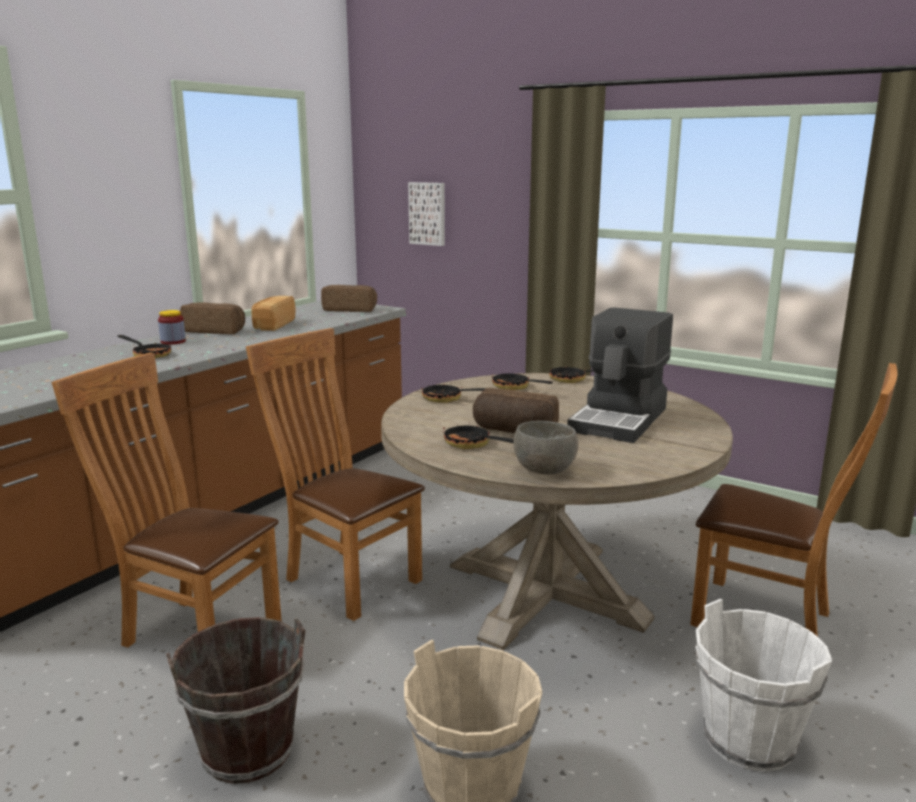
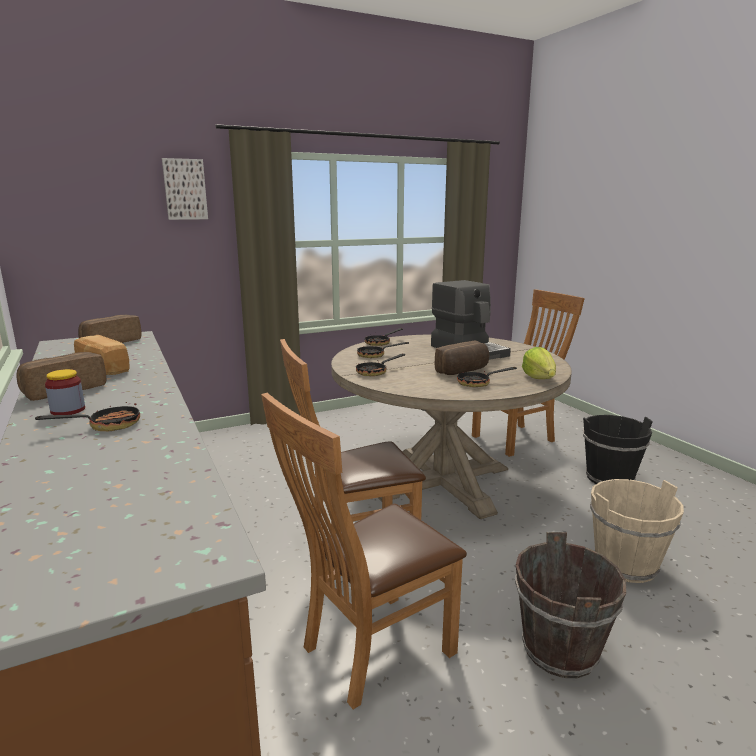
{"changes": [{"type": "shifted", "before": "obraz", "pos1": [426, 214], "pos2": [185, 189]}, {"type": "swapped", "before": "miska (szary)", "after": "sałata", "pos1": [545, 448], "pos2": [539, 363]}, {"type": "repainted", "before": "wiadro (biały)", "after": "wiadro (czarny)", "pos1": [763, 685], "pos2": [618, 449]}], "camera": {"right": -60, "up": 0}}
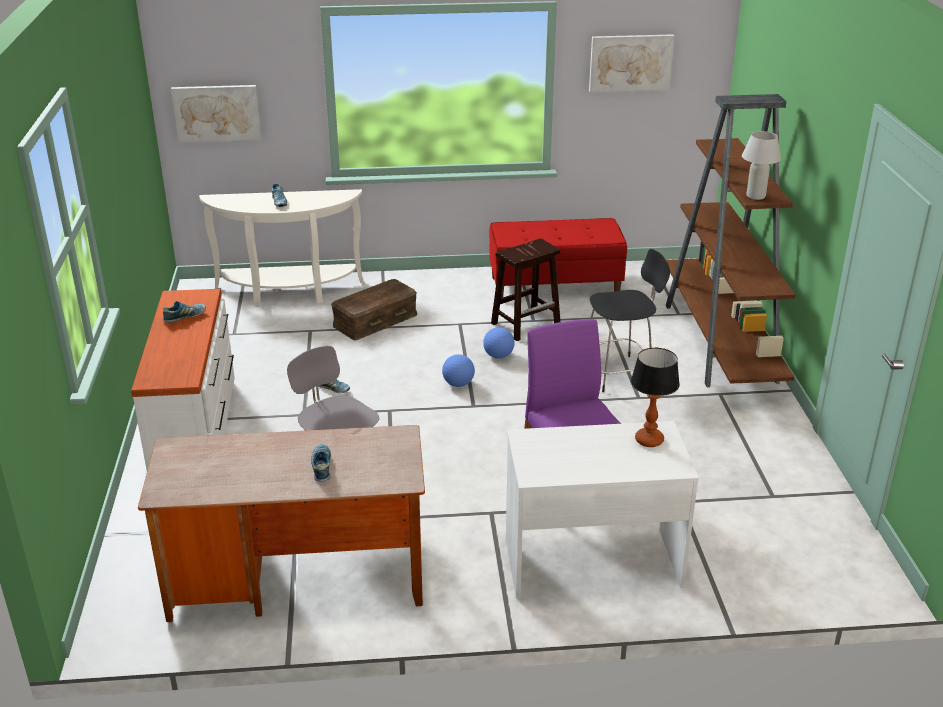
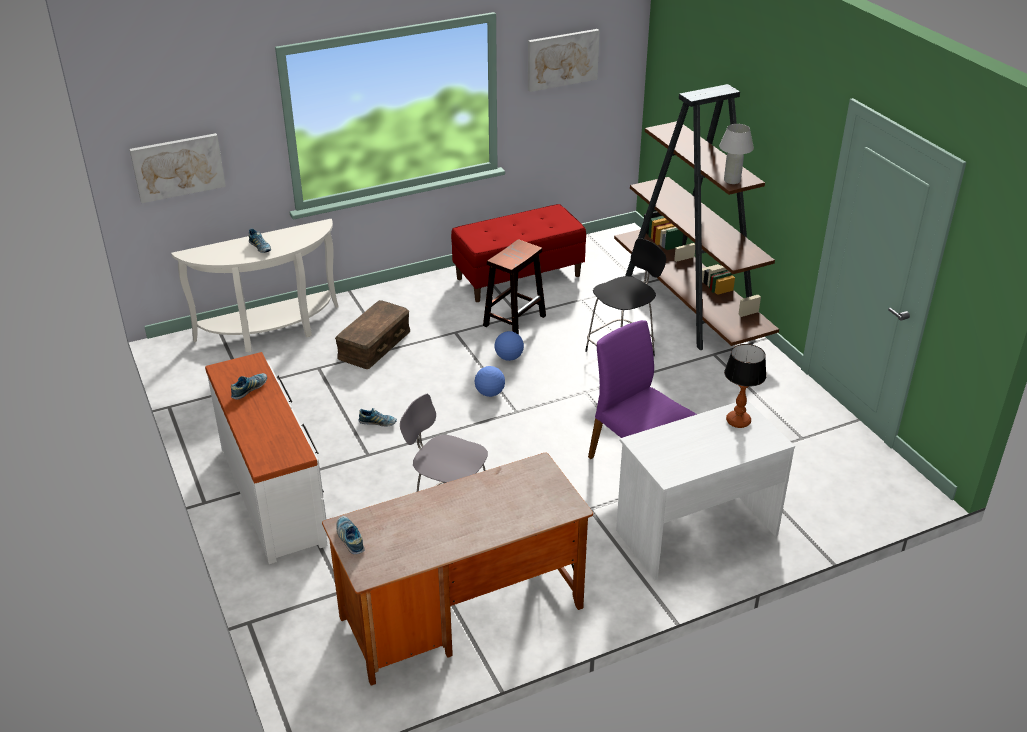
{"changes": [{"type": "shifted", "before": "but", "pos1": [321, 462], "pos2": [350, 535]}], "camera": {"right": -20, "up": 5}}
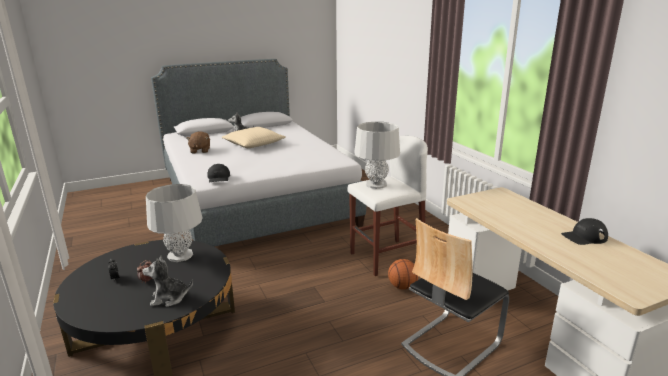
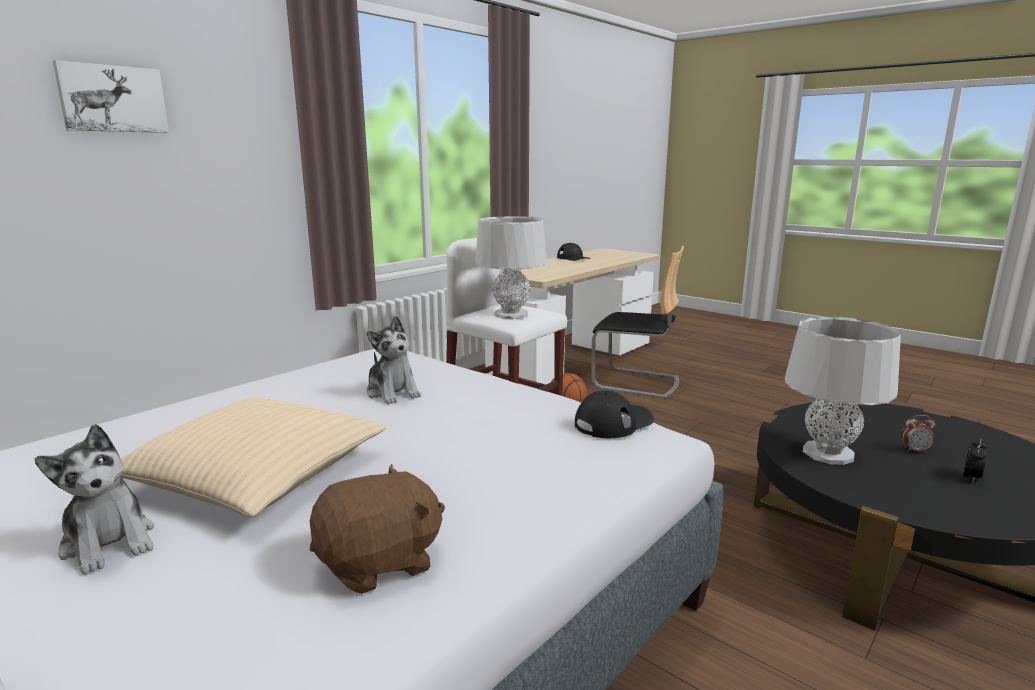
{"changes": [{"type": "new", "after": "obraz", "pos2": [111, 96]}, {"type": "shifted", "before": "pluszak", "pos1": [167, 281], "pos2": [393, 360]}], "camera": {"right": -115, "up": -5}}
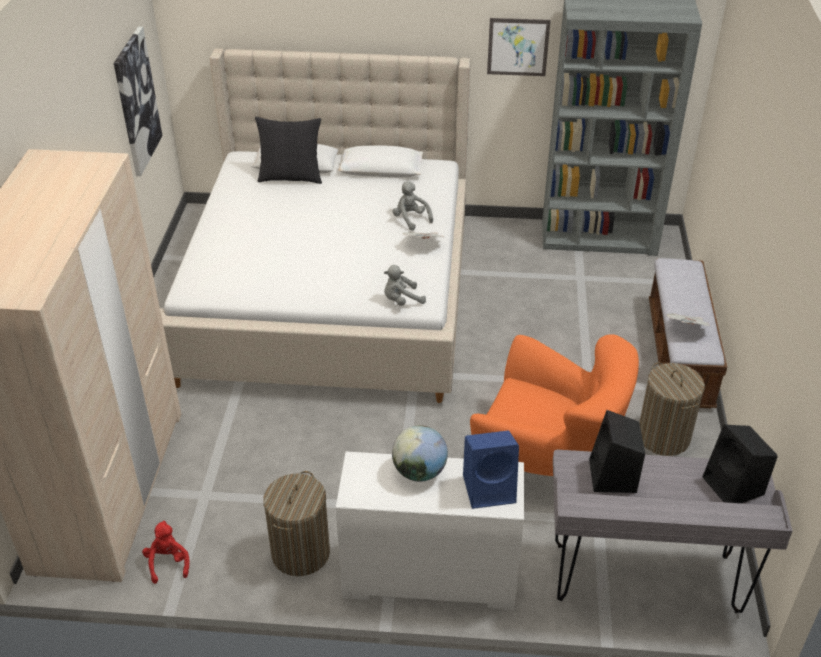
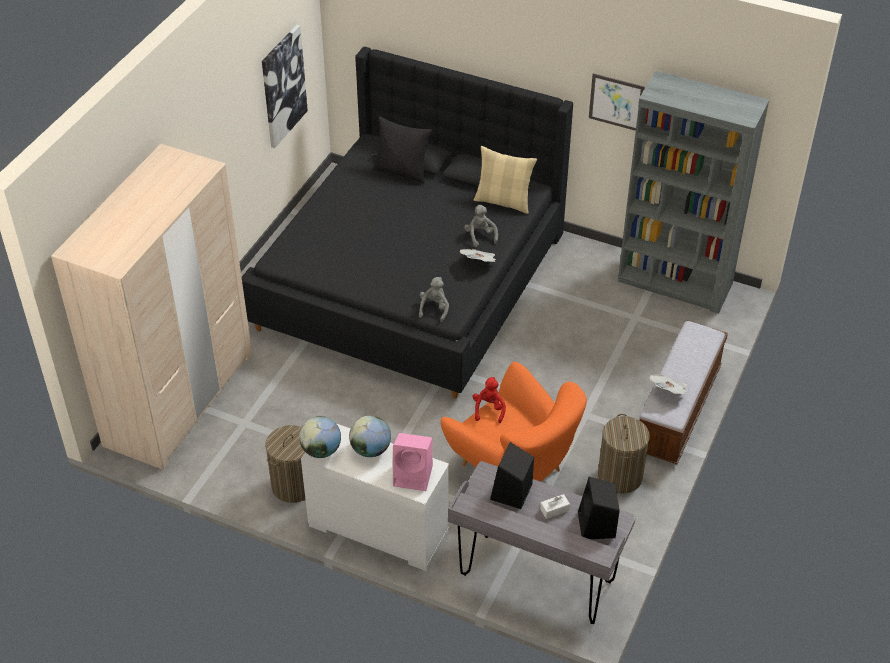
{"changes": [{"type": "repainted", "before": "łóżko (beżowy)", "after": "łóżko (czarny)", "pos1": [315, 225], "pos2": [407, 223]}, {"type": "new", "after": "globus", "pos2": [320, 437]}, {"type": "repainted", "before": "głośnik (niebieski)", "after": "głośnik (różowy)", "pos1": [491, 470], "pos2": [413, 462]}, {"type": "rotated", "before": "pluszak (szary)", "pos1": [405, 285], "pos2": [434, 299], "turn": 105}, {"type": "new", "after": "poduszka (beżowy)", "pos2": [505, 180]}, {"type": "shifted", "before": "pluszak (czerwony)", "pos1": [165, 552], "pos2": [489, 400]}, {"type": "new", "after": "pudełko chusteczek (biały)", "pos2": [555, 506]}], "camera": {"right": 20, "up": 5}}
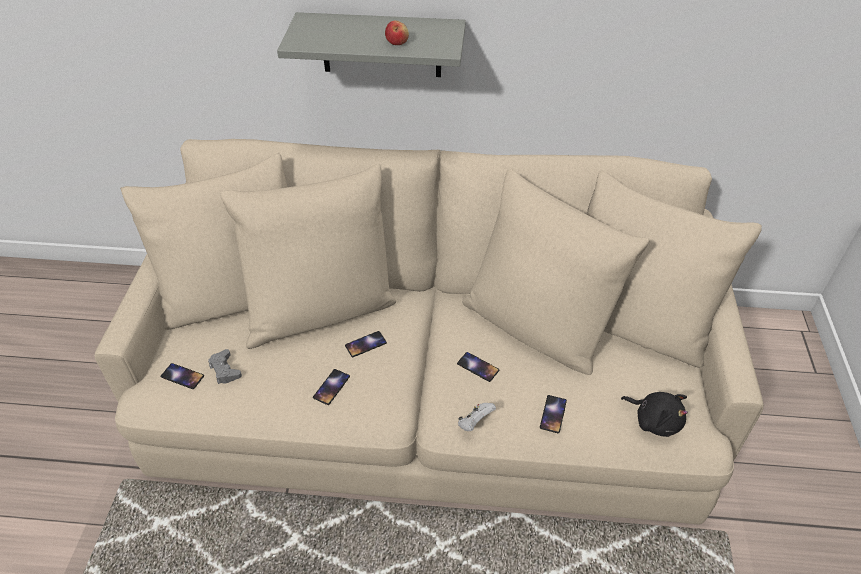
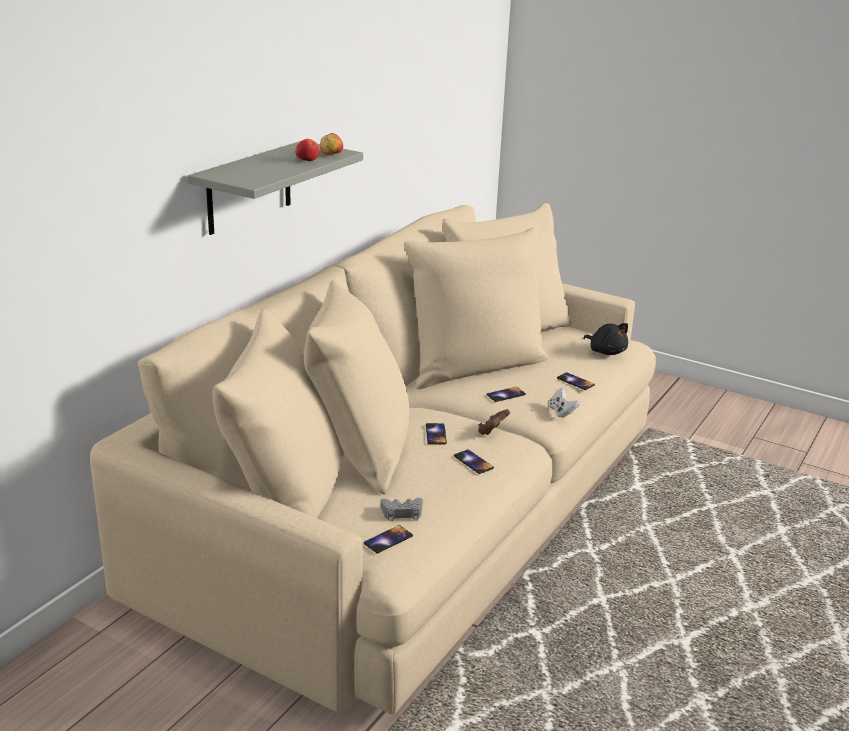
{"changes": [{"type": "new", "after": "jabłko", "pos2": [331, 144]}, {"type": "new", "after": "pad do gier (brązowy)", "pos2": [494, 422]}, {"type": "rotated", "before": "pluszak (czarny)", "pos1": [654, 414], "pos2": [605, 339], "turn": 75}], "camera": {"right": -65, "up": -20}}
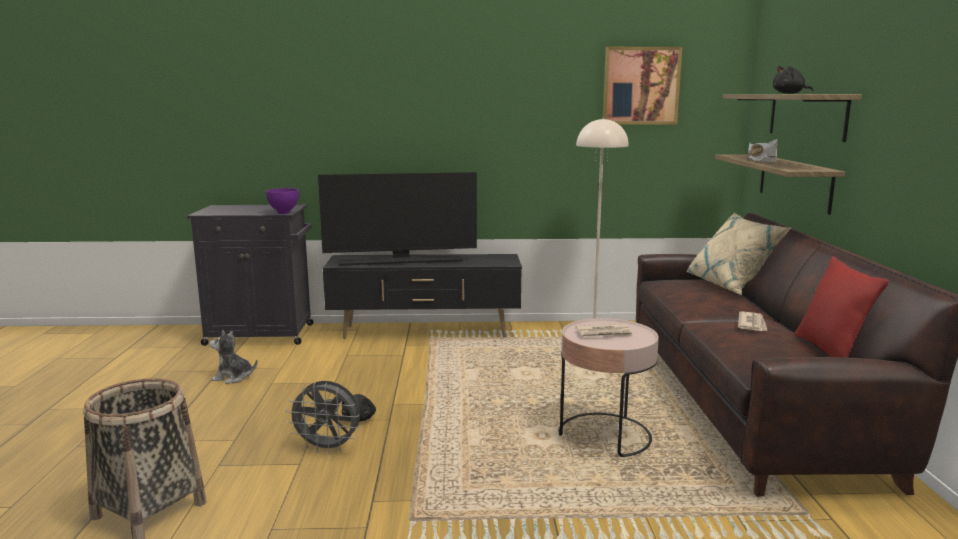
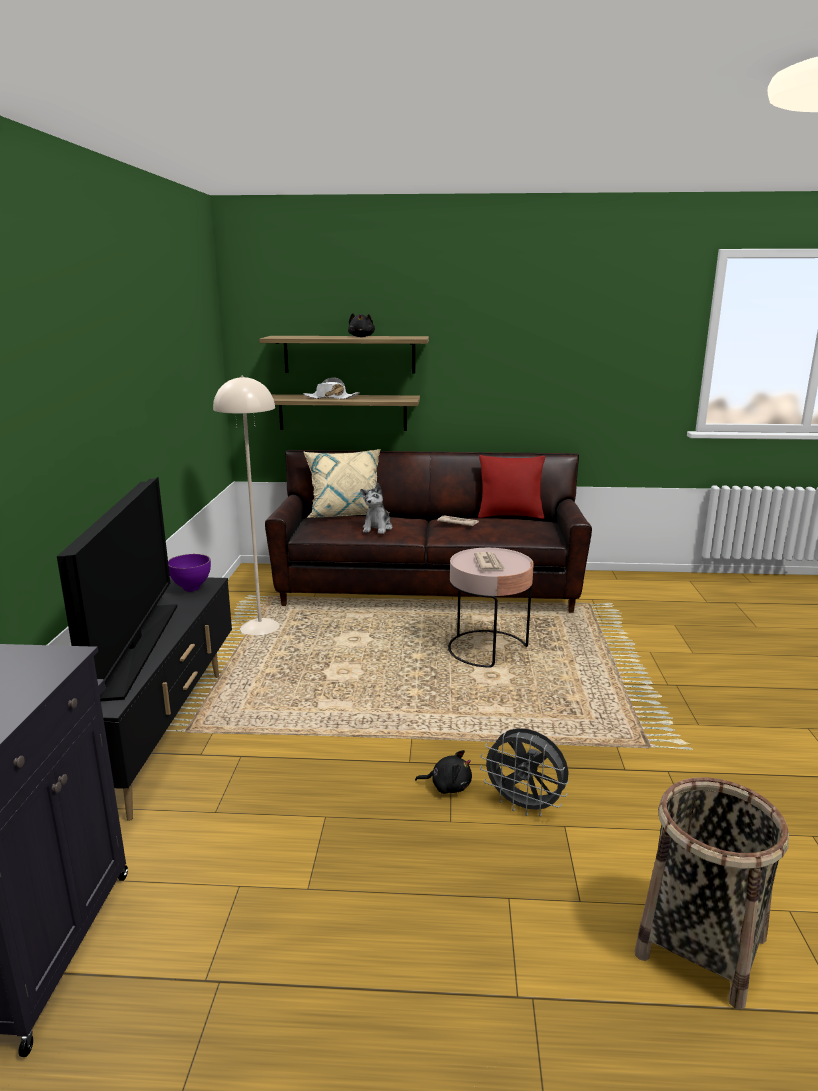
{"changes": [{"type": "shifted", "before": "miska (fioletowy)", "pos1": [282, 201], "pos2": [189, 573]}, {"type": "shifted", "before": "pluszak", "pos1": [233, 357], "pos2": [376, 509]}, {"type": "rotated", "before": "wentylator (szary)", "pos1": [323, 417], "pos2": [524, 772], "turn": 105}, {"type": "gone", "before": "obraz", "pos1": [642, 86]}], "camera": {"right": -85, "up": 5}}
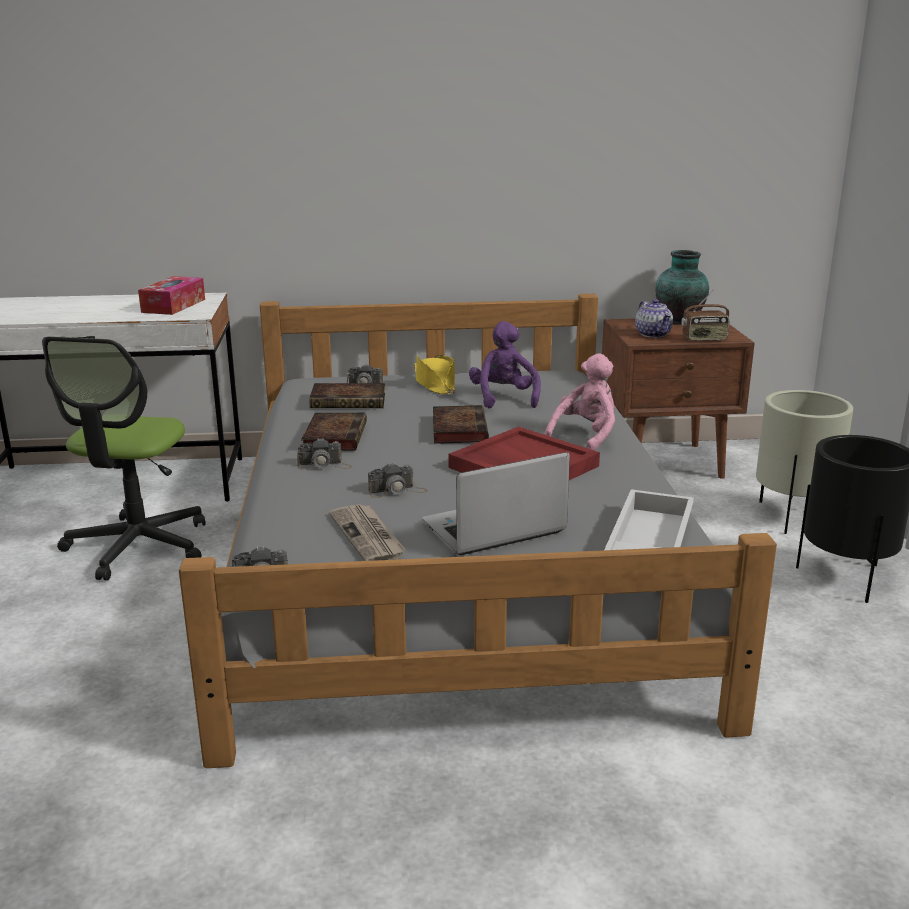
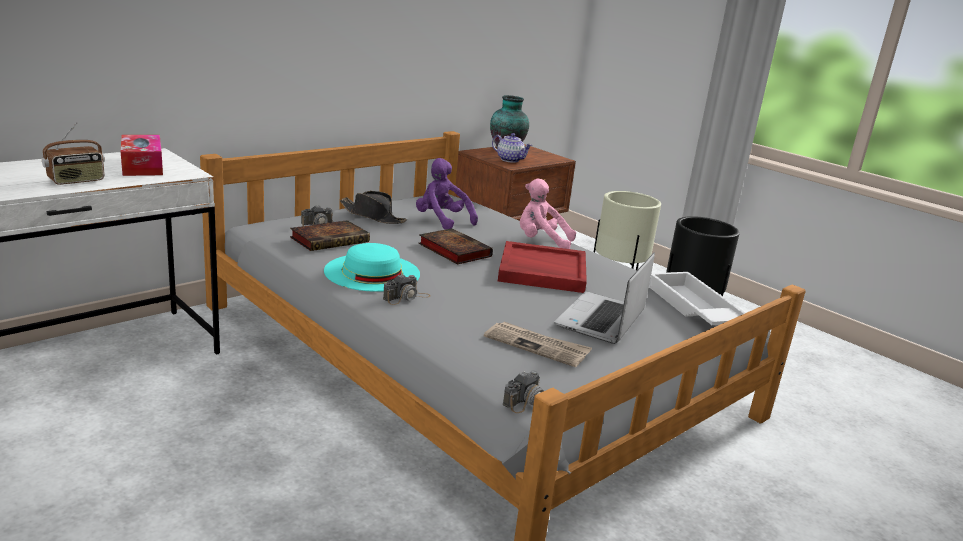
{"changes": [{"type": "shifted", "before": "radio", "pos1": [705, 315], "pos2": [73, 153]}, {"type": "swapped", "before": "książka", "after": "kapelusz (turkusowy)", "pos1": [334, 432], "pos2": [372, 267]}, {"type": "repainted", "before": "kapelusz (żółty)", "after": "kapelusz (czarny)", "pos1": [435, 374], "pos2": [373, 207]}, {"type": "rotated", "before": "pluszak (różowy)", "pos1": [579, 402], "pos2": [548, 213], "turn": -75}, {"type": "gone", "before": "krzesło biurowe", "pos1": [124, 458]}, {"type": "gone", "before": "aparat fotograficzny", "pos1": [398, 480]}], "camera": {"right": -40, "up": 0}}
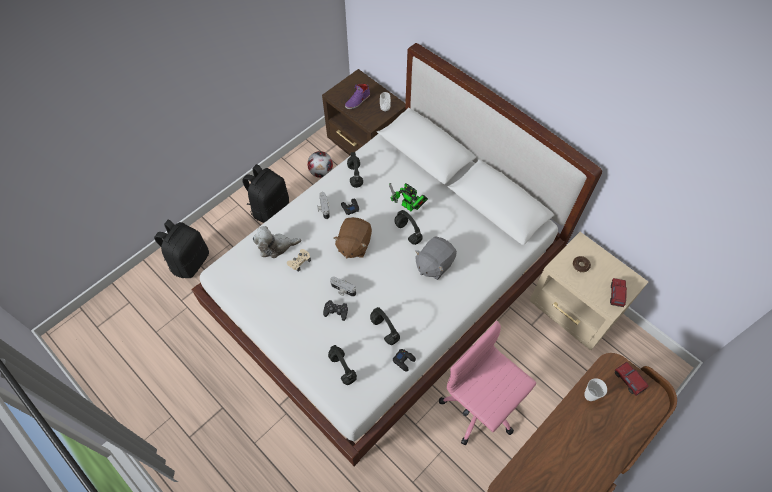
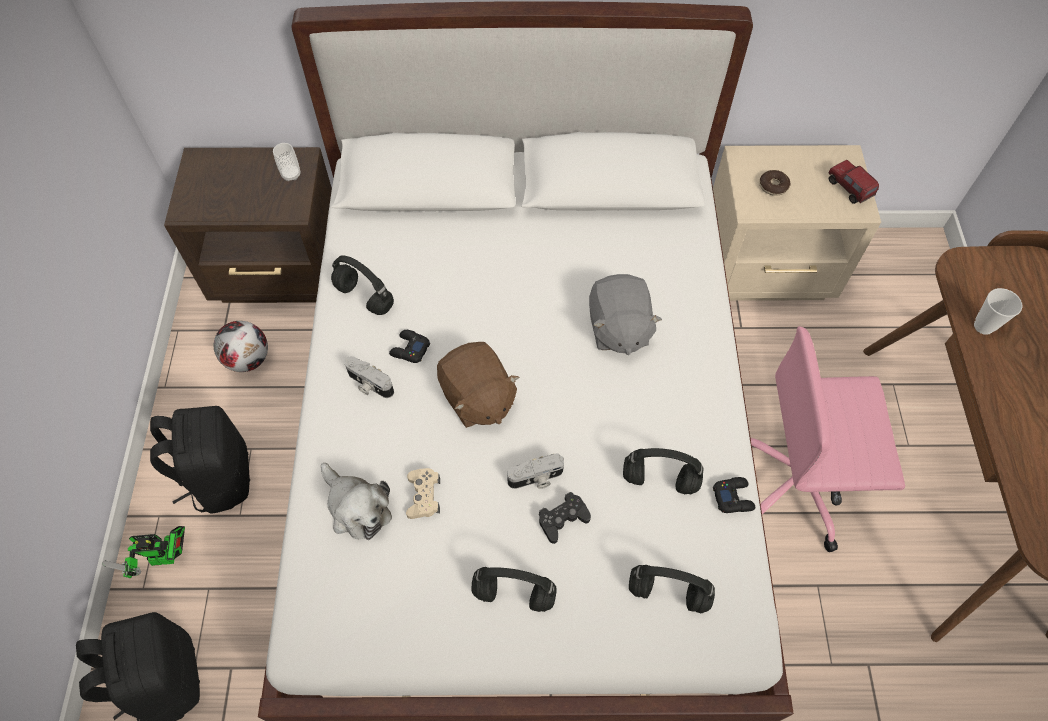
{"changes": [{"type": "shifted", "before": "robot zabawkowy", "pos1": [408, 197], "pos2": [143, 552]}, {"type": "rotated", "before": "pluszak", "pos1": [277, 242], "pos2": [356, 501], "turn": -75}, {"type": "shifted", "before": "słuchawki (czarny)", "pos1": [408, 227], "pos2": [513, 589]}, {"type": "gone", "before": "but (fioletowy)", "pos1": [357, 96]}, {"type": "gone", "before": "ciężarówka zabawkowa", "pos1": [632, 379]}], "camera": {"right": -45, "up": 0}}
